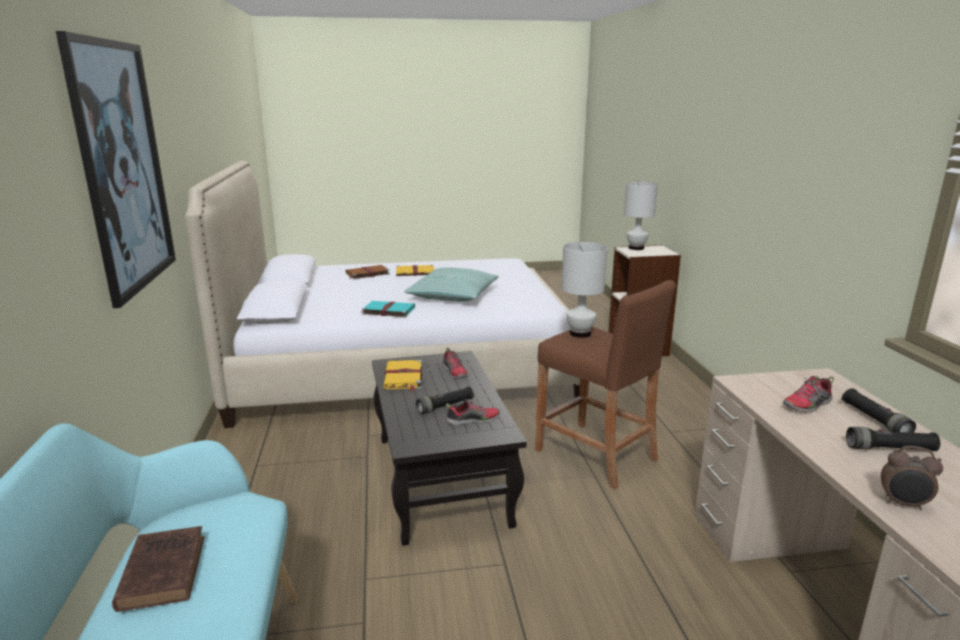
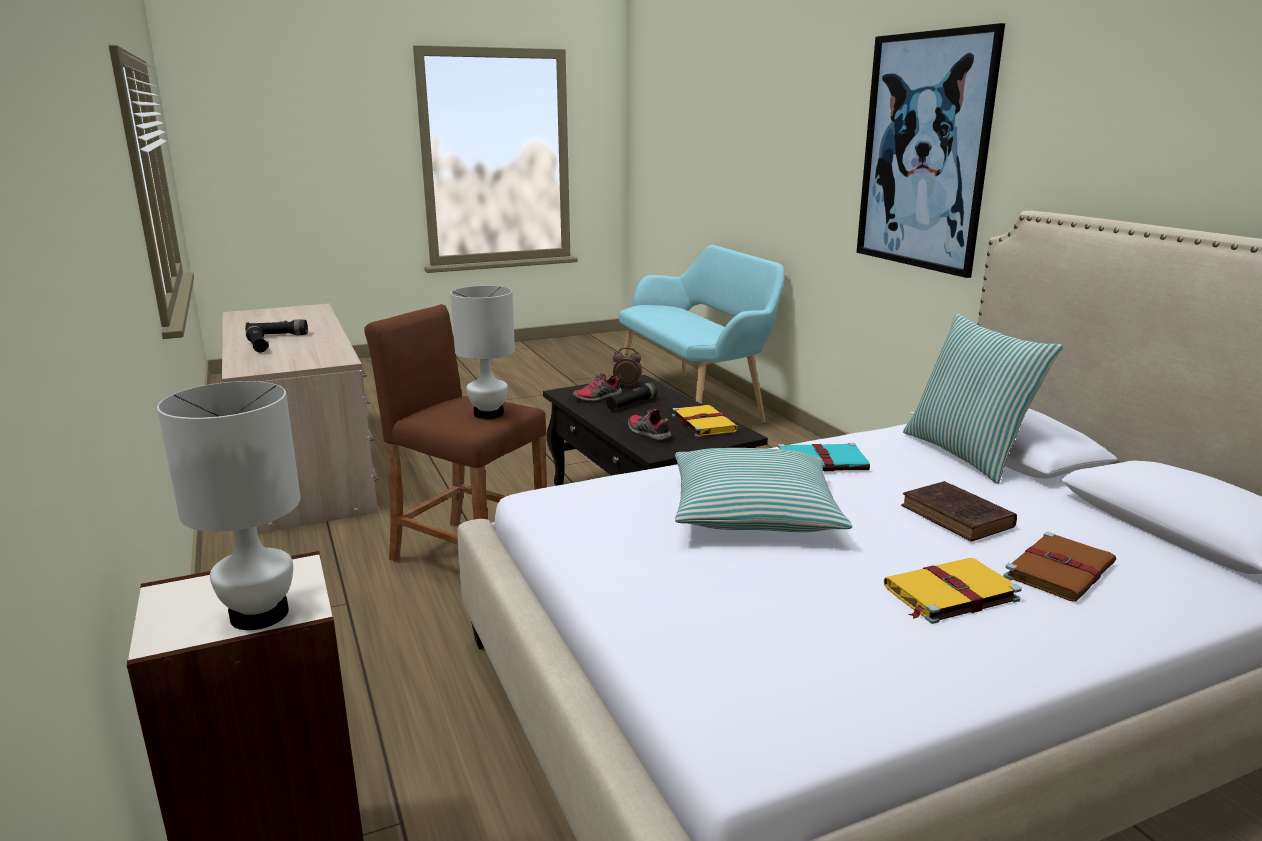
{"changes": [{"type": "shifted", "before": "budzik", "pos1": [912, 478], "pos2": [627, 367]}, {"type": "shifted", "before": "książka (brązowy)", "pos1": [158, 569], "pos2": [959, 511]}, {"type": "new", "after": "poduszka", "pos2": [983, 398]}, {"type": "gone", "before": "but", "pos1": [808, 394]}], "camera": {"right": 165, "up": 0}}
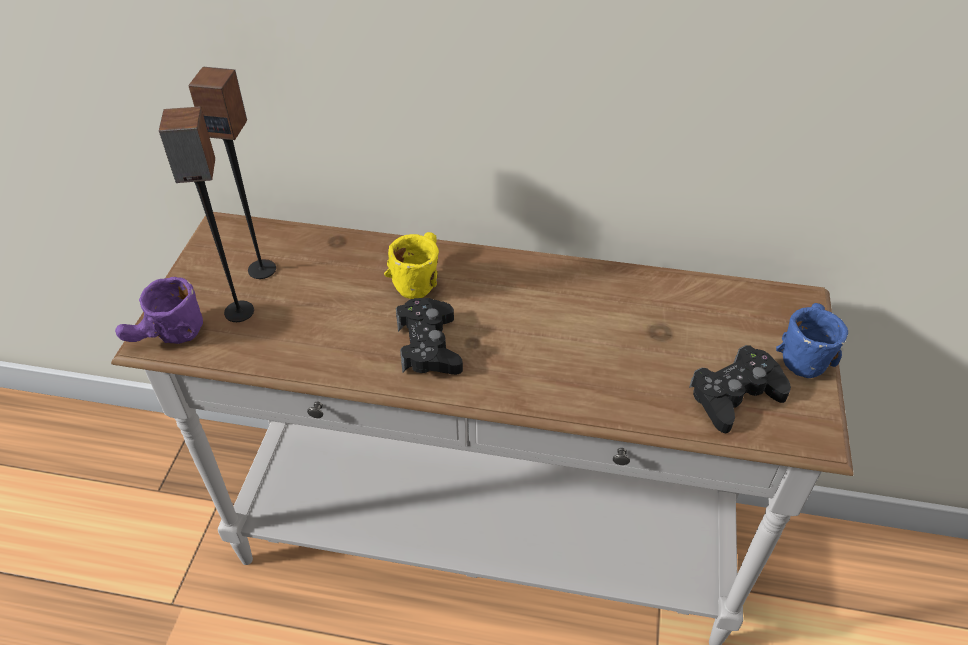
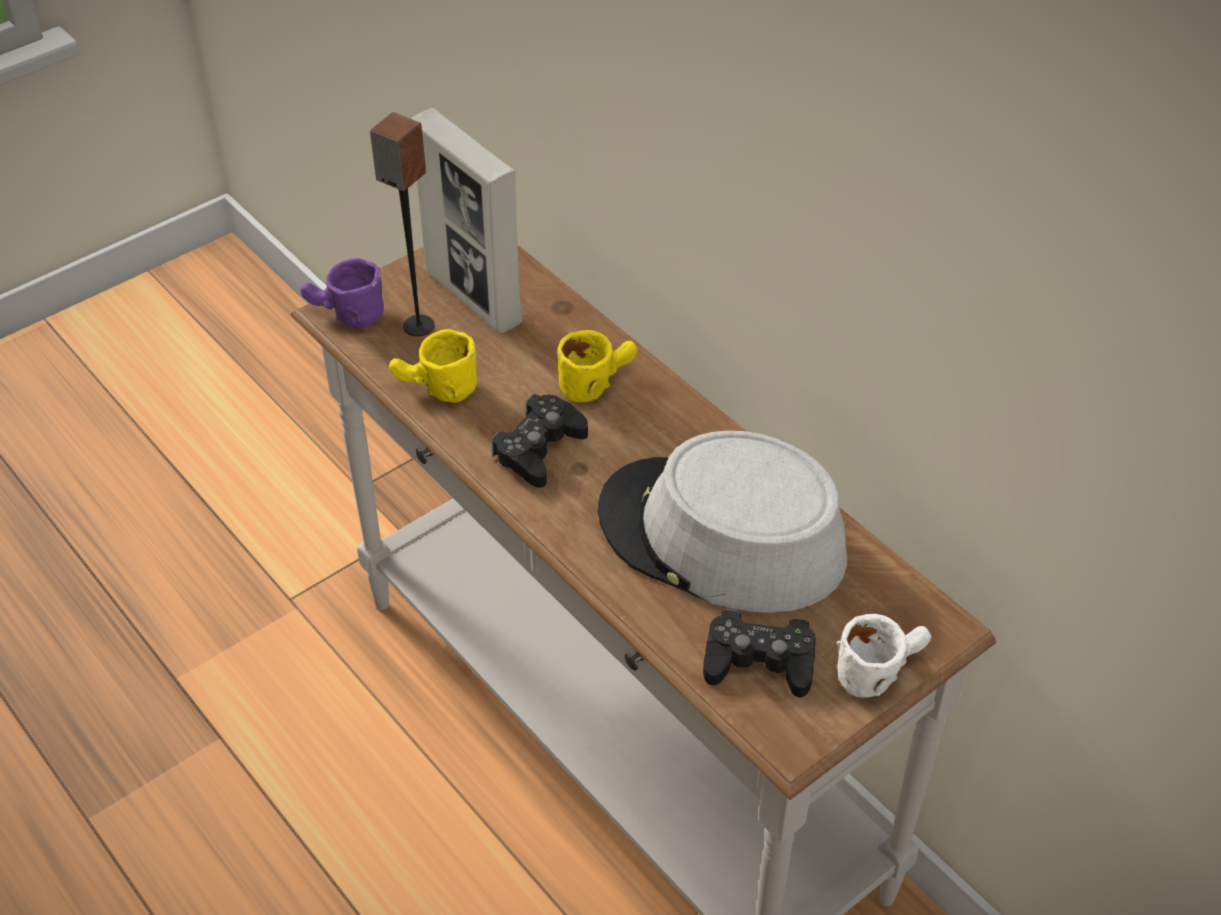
{"changes": [{"type": "new", "after": "kubek (żółty)", "pos2": [433, 366]}, {"type": "swapped", "before": "głośnik", "after": "ramka na zdjęcie", "pos1": [232, 173], "pos2": [467, 220]}, {"type": "new", "after": "kapelusz (szary)", "pos2": [722, 522]}, {"type": "repainted", "before": "kubek (niebieski)", "after": "kubek (biały)", "pos1": [812, 340], "pos2": [884, 656]}], "camera": {"right": 40, "up": 0}}
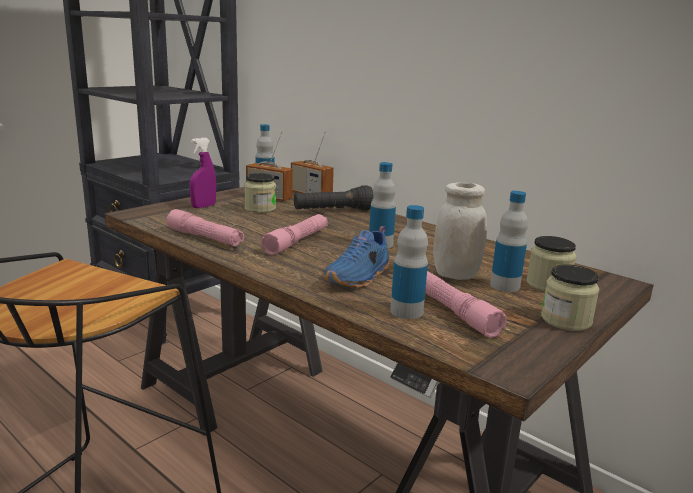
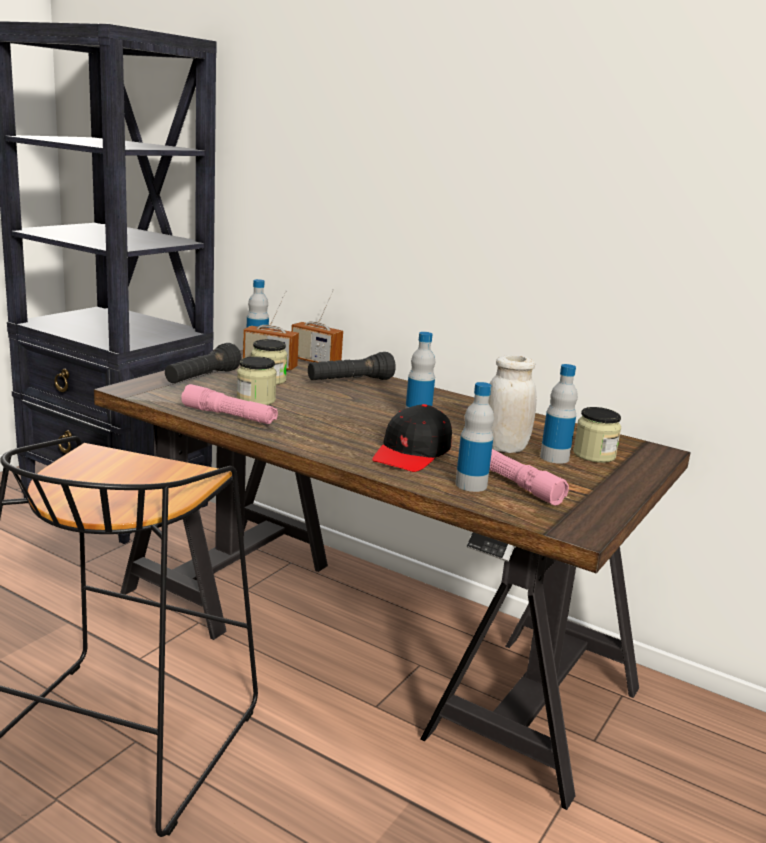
{"changes": [{"type": "swapped", "before": "spryskiwacz (fioletowy)", "after": "latarka (czarny)", "pos1": [203, 172], "pos2": [203, 363]}, {"type": "shifted", "before": "słoik", "pos1": [570, 297], "pos2": [257, 380]}, {"type": "swapped", "before": "but (niebieski)", "after": "czapka z daszkiem (czarny)", "pos1": [356, 257], "pos2": [412, 438]}, {"type": "gone", "before": "latarka (różowy)", "pos1": [294, 234]}], "camera": {"right": -10, "up": 0}}
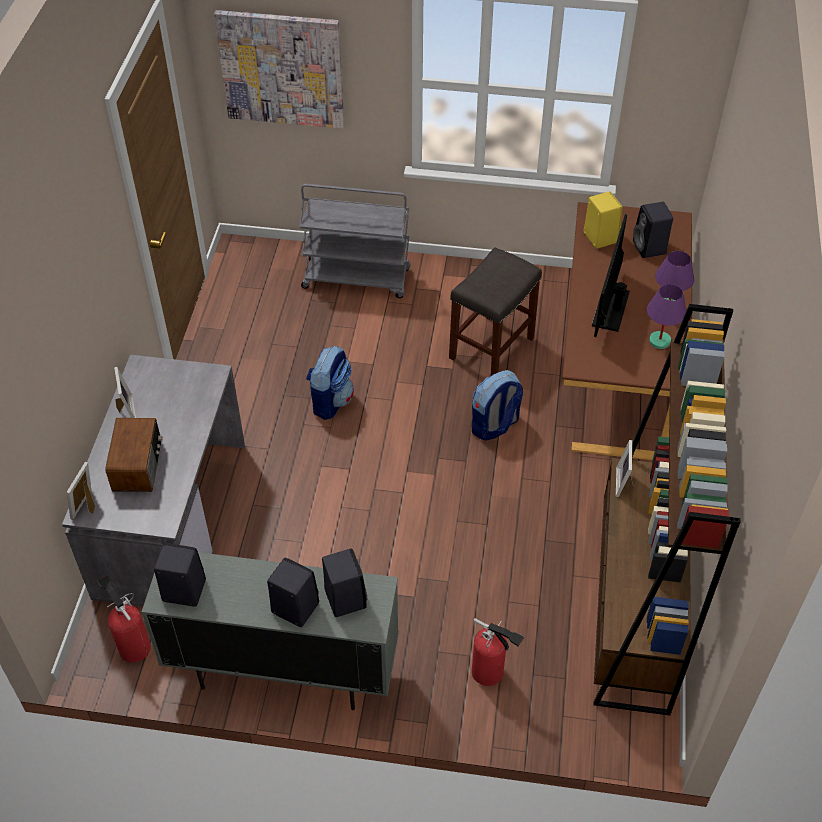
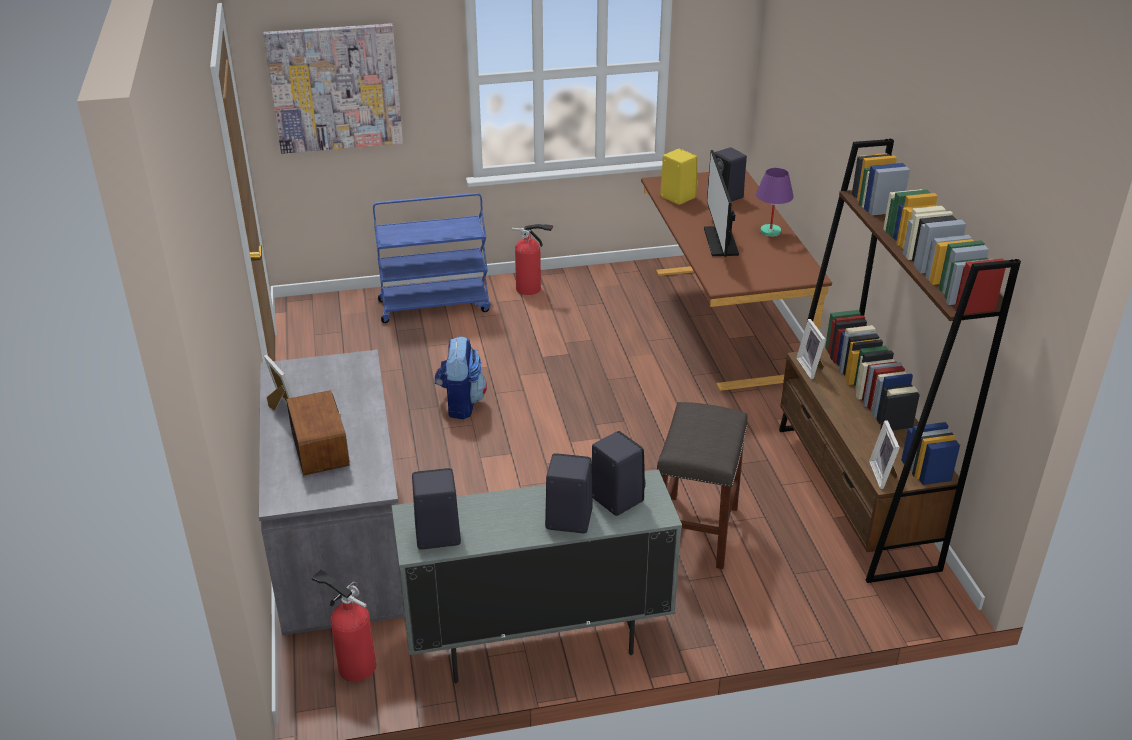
{"changes": [{"type": "repainted", "before": "wózek (szary)", "after": "wózek (niebieski)", "pos1": [355, 241], "pos2": [431, 258]}, {"type": "shifted", "before": "gaśnica", "pos1": [498, 652], "pos2": [532, 259]}, {"type": "shifted", "before": "stołek (szary)", "pos1": [495, 311], "pos2": [702, 485]}, {"type": "shifted", "before": "ramka na zdjęcie", "pos1": [80, 491], "pos2": [884, 454]}, {"type": "gone", "before": "plecak", "pos1": [497, 405]}, {"type": "gone", "before": "lampa stołowa (fioletowy)", "pos1": [666, 316]}], "camera": {"right": -20, "up": -15}}
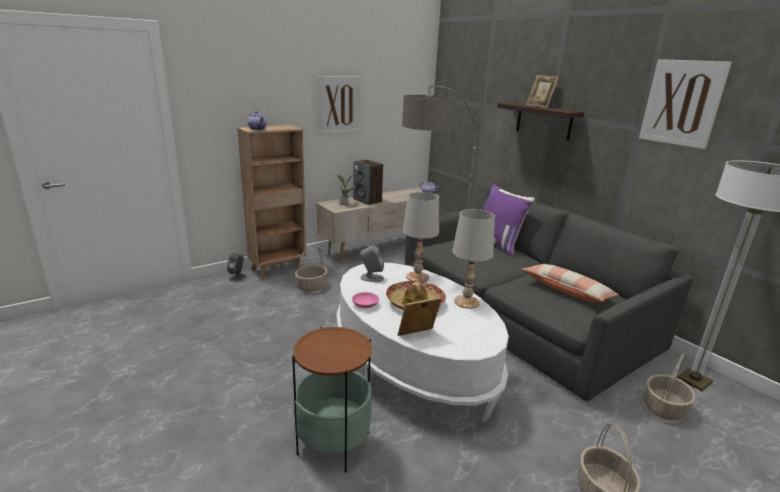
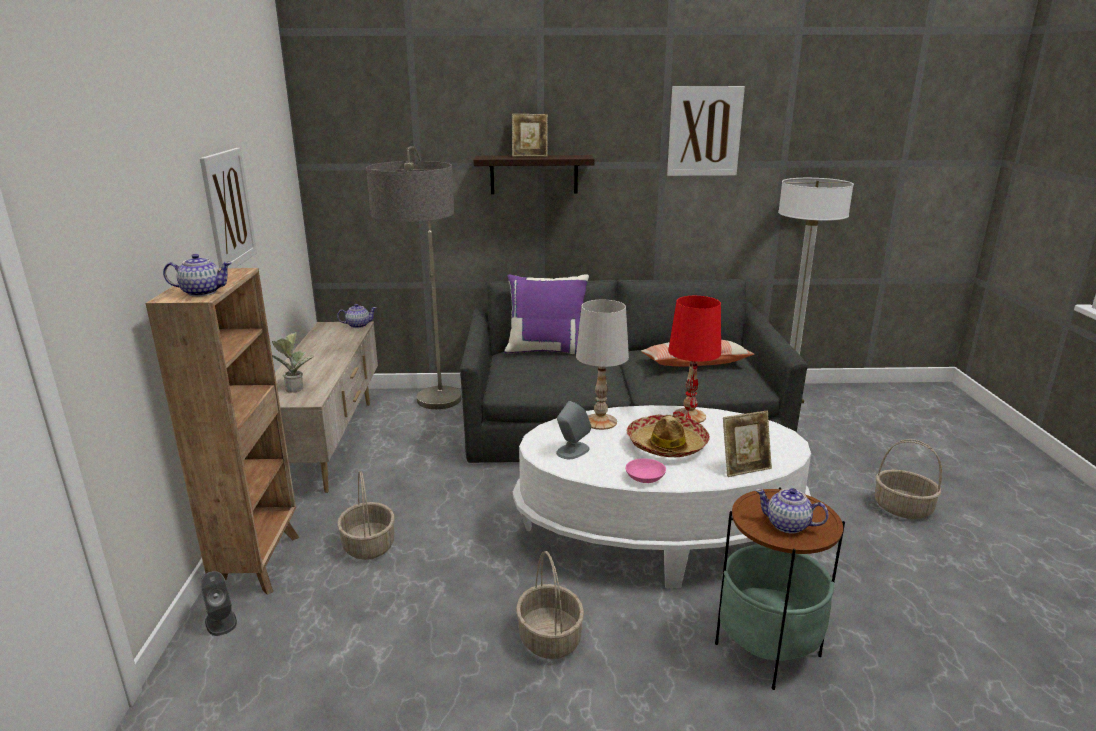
{"changes": [{"type": "shifted", "before": "koszyk", "pos1": [669, 386], "pos2": [550, 605]}, {"type": "repainted", "before": "lampa stołowa (biały)", "after": "lampa stołowa (czerwony)", "pos1": [473, 259], "pos2": [694, 359]}, {"type": "rotated", "before": "ramka na zdjęcie", "pos1": [420, 316], "pos2": [747, 444], "turn": -120}, {"type": "new", "after": "imbryk", "pos2": [792, 511]}, {"type": "gone", "before": "głośnik", "pos1": [368, 182]}], "camera": {"right": -55, "up": 0}}
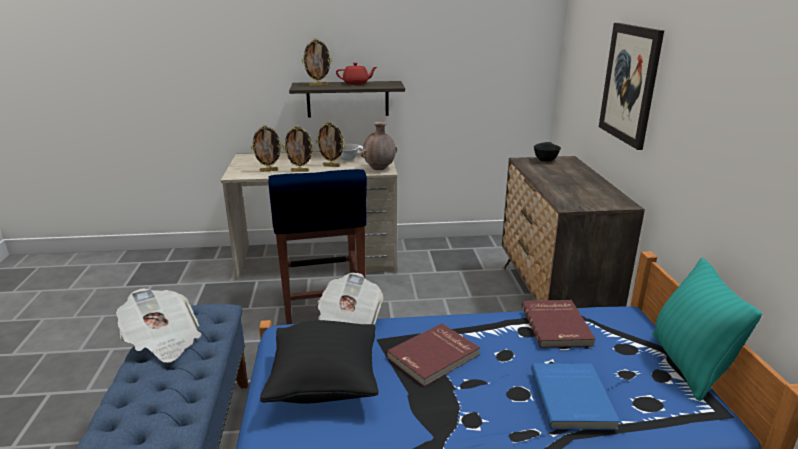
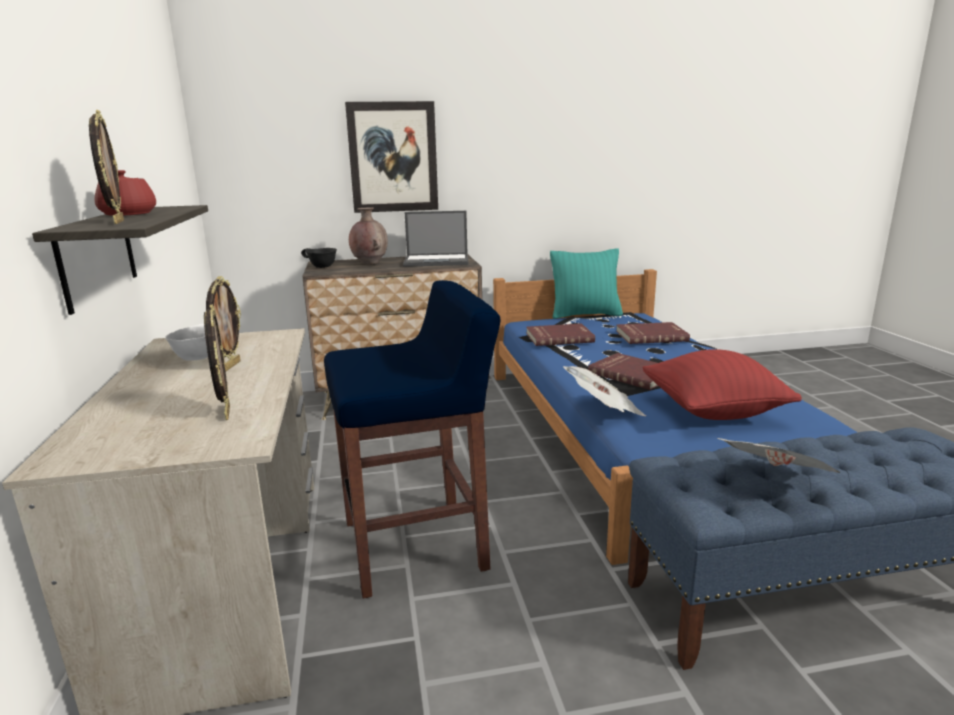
{"changes": [{"type": "shifted", "before": "wazon (brązowy)", "pos1": [379, 146], "pos2": [368, 235]}, {"type": "new", "after": "laptop", "pos2": [435, 239]}, {"type": "repainted", "before": "książka (niebieski)", "after": "książka (czerwony)", "pos1": [575, 396], "pos2": [653, 333]}, {"type": "repainted", "before": "poduszka (czarny)", "after": "poduszka (czerwony)", "pos1": [319, 362], "pos2": [722, 384]}, {"type": "gone", "before": "ramka na zdjęcie", "pos1": [298, 149]}], "camera": {"right": -95, "up": -5}}
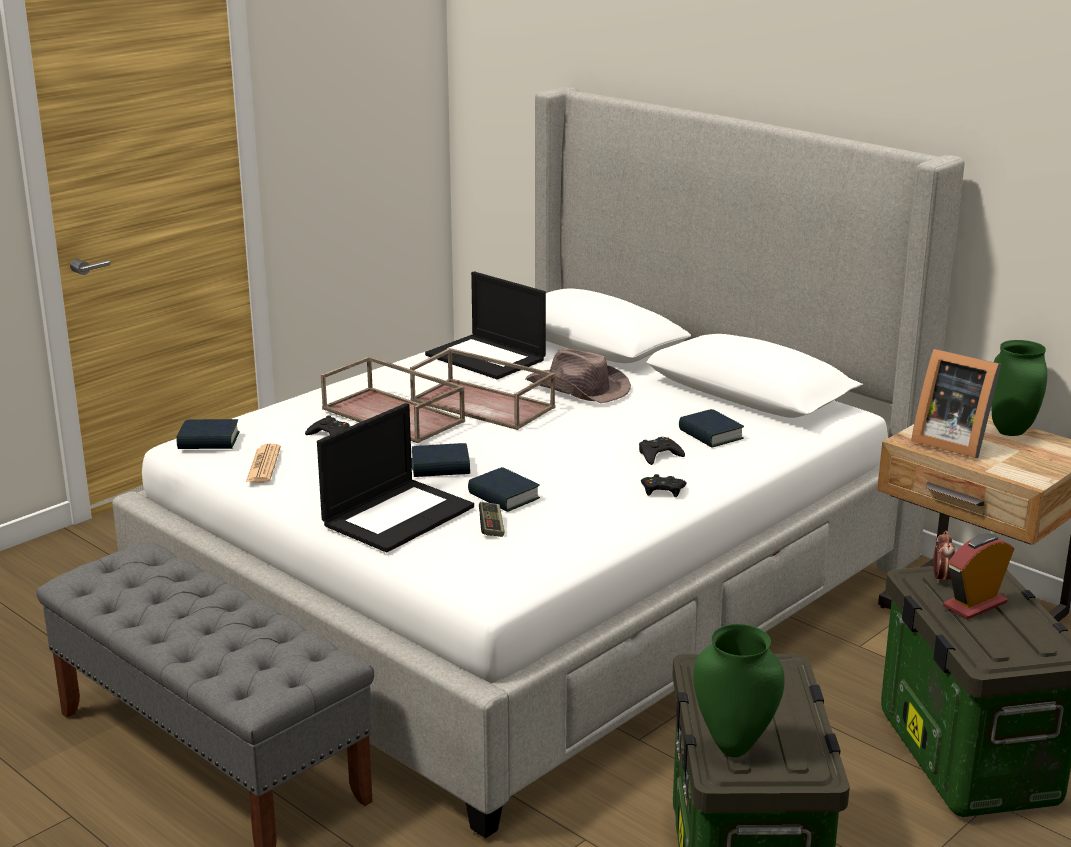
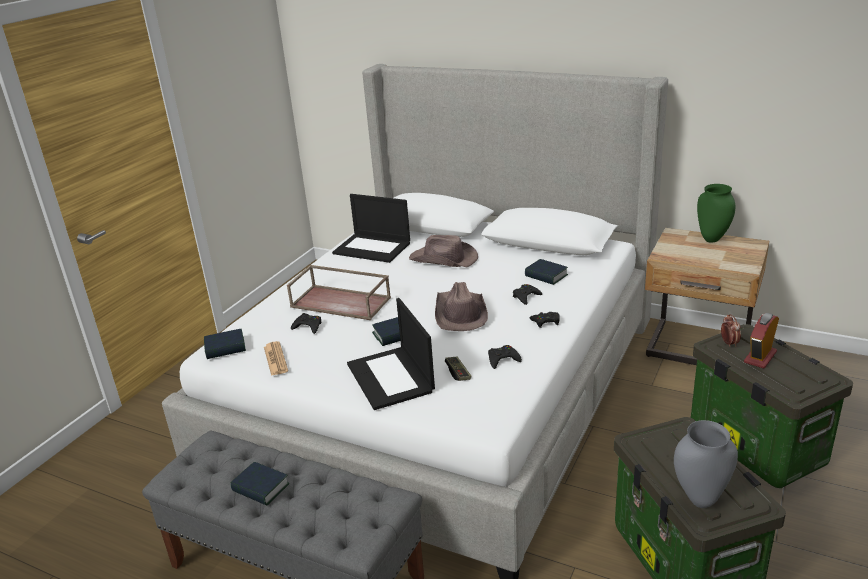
{"changes": [{"type": "shifted", "before": "książka", "pos1": [504, 489], "pos2": [259, 484]}, {"type": "rotated", "before": "laptop", "pos1": [395, 477], "pos2": [391, 354], "turn": 135}, {"type": "new", "after": "kapelusz (brązowy)", "pos2": [461, 306]}, {"type": "new", "after": "pad do gier (czarny)", "pos2": [505, 357]}, {"type": "repainted", "before": "wazon (zielony)", "after": "wazon (szary)", "pos1": [739, 690], "pos2": [706, 464]}, {"type": "gone", "before": "taca (brązowy)", "pos1": [482, 389]}, {"type": "gone", "before": "ramka na zdjęcie", "pos1": [956, 403]}], "camera": {"right": -15, "up": 5}}
